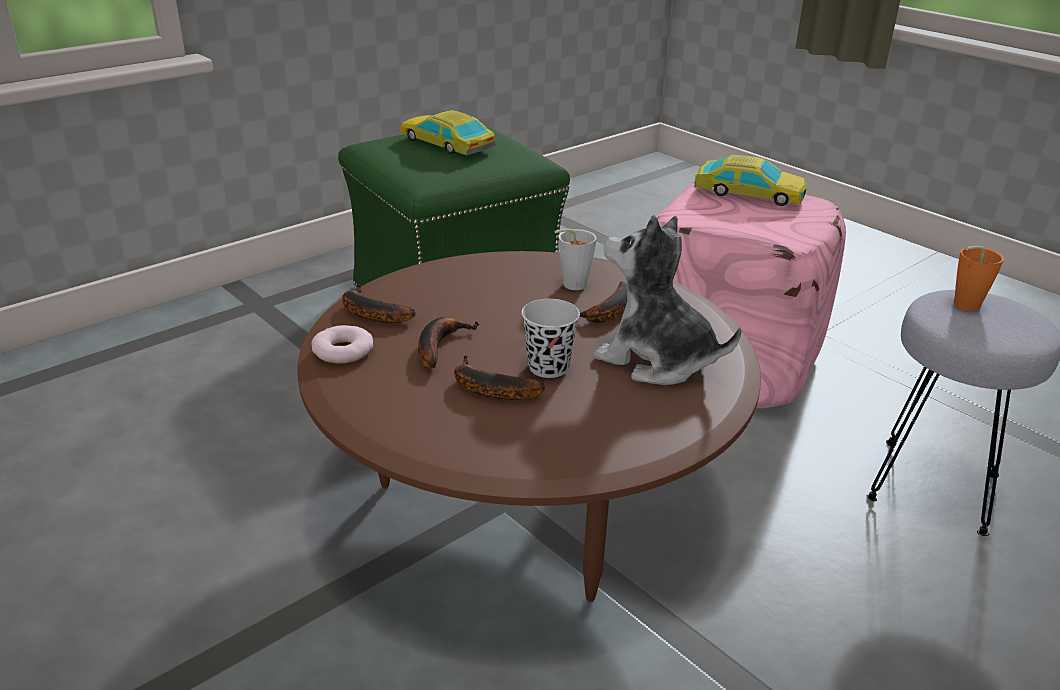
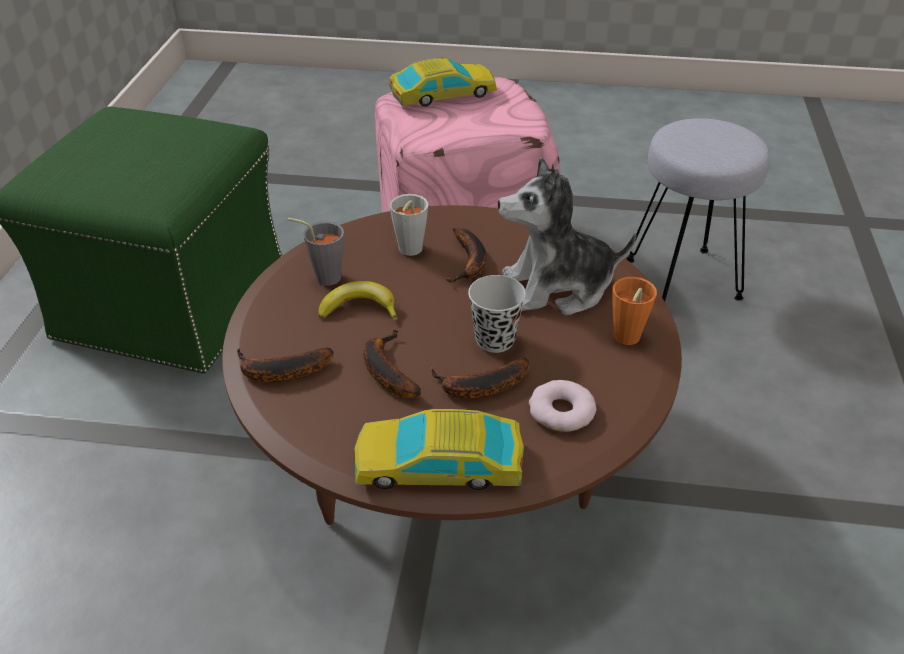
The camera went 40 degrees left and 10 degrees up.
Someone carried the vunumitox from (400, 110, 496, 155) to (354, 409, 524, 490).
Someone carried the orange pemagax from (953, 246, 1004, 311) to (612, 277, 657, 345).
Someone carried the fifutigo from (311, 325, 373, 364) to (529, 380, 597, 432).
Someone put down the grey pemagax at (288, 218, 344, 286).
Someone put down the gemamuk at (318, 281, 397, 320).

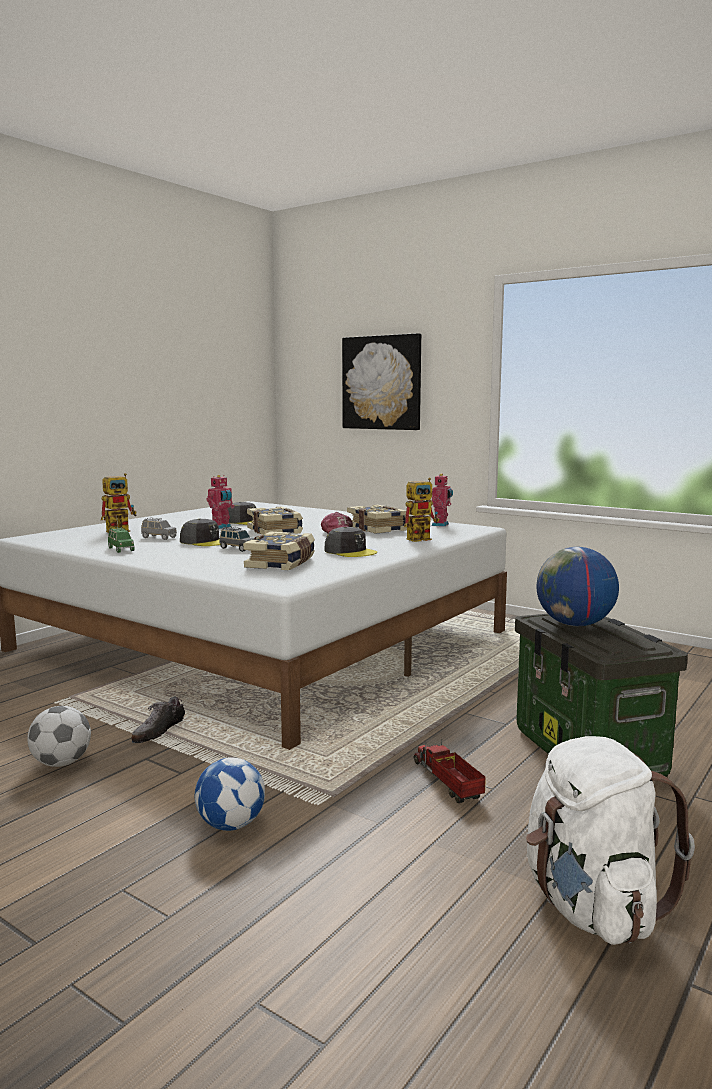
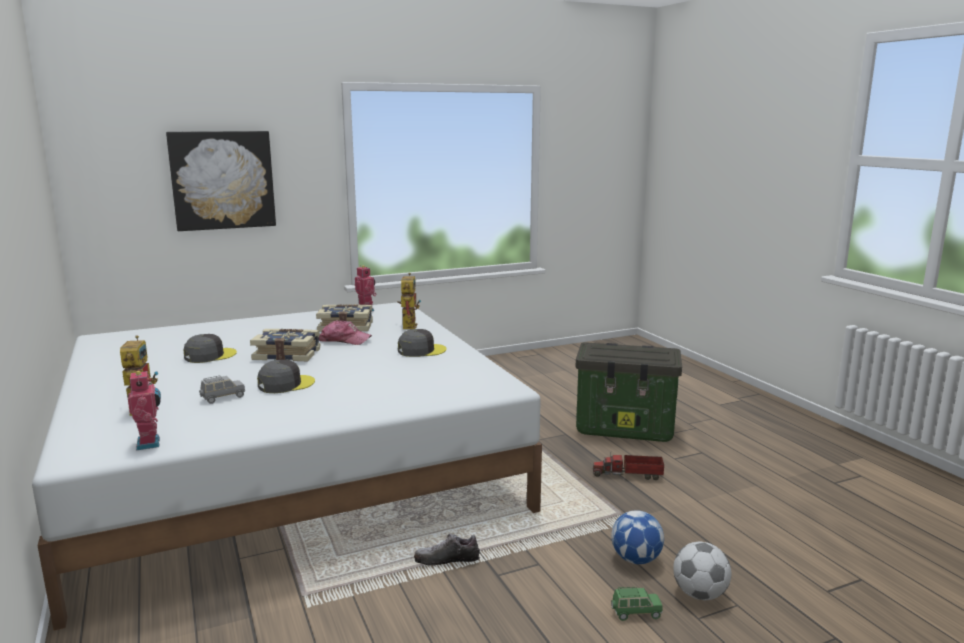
The camera went 60 degrees left and 5 degrees up.
Someone carried the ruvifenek from (207, 475, 234, 529) to (128, 369, 161, 451).
Someone carried the green vunumitox from (108, 527, 135, 553) to (611, 587, 663, 621).
Someone took away the grey vunumitox at (219, 527, 254, 552).
Someone took away the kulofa at (243, 532, 315, 570).
Someone took away the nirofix at (537, 547, 619, 626).
Someone rotated the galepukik at (131, 697, 185, 743) by 120 degrees clockwise.
Someone carried the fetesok from (27, 706, 91, 767) to (673, 542, 732, 600).
Someone took away the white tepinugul at (526, 736, 695, 945).

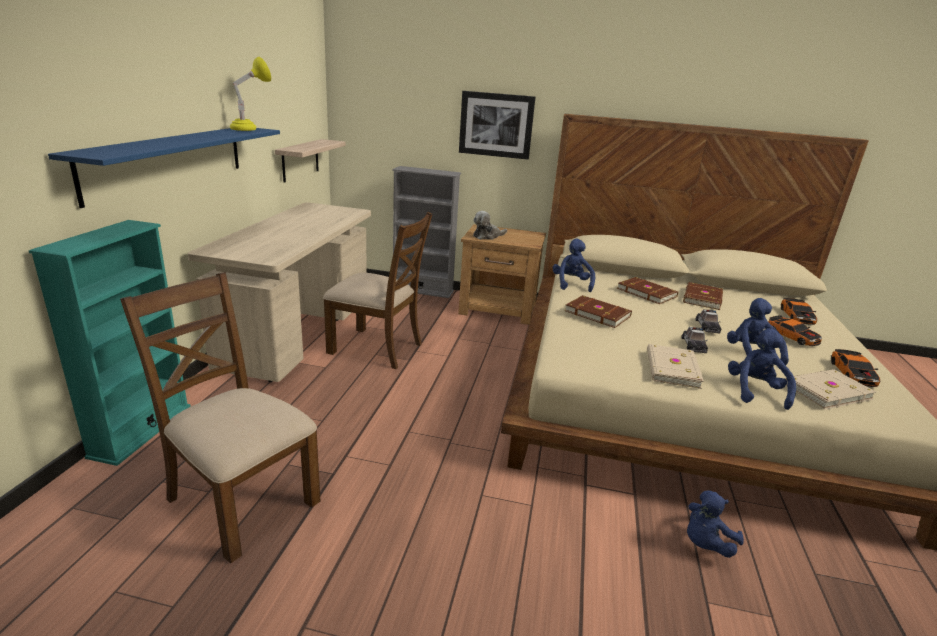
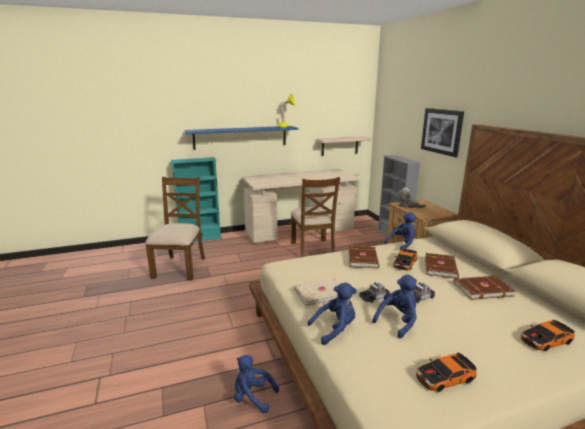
The camera went 60 degrees right and 5 degrees down.
Someone carried the vunumitox from (768, 316, 822, 346) to (393, 249, 417, 270).
Someone took away the beige kulofa at (785, 369, 876, 410).

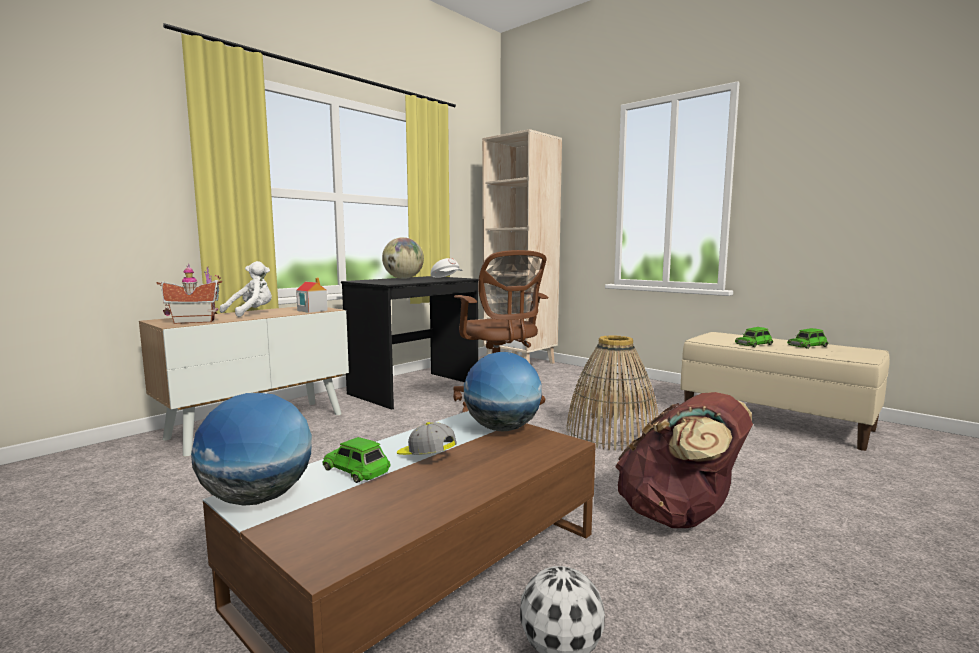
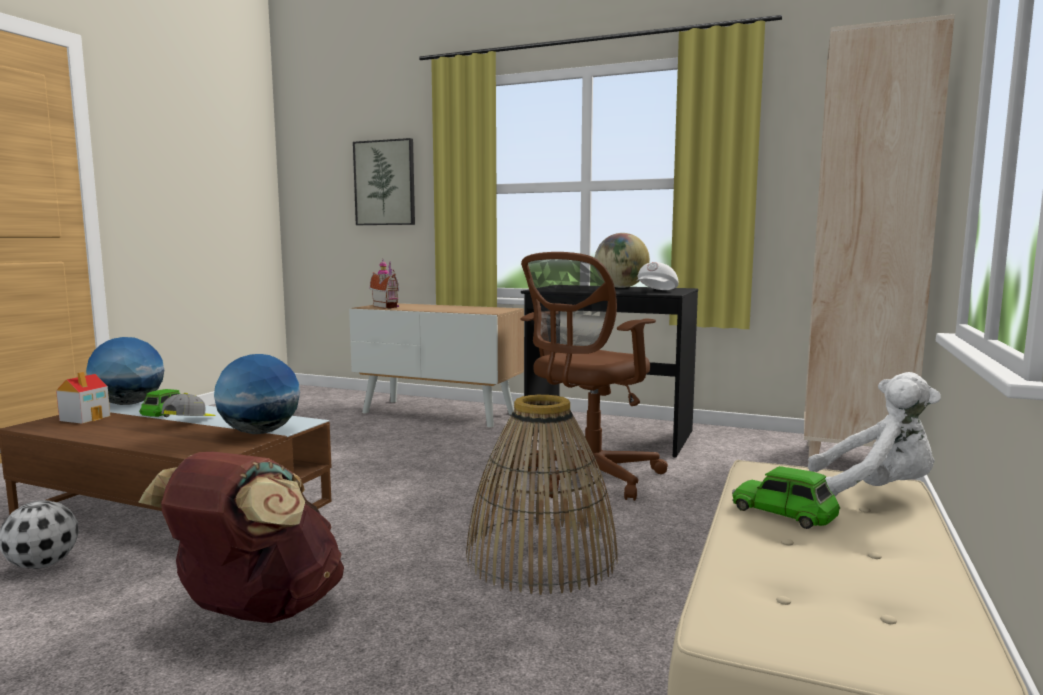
The camera went 70 degrees right and 0 degrees up.
Someone carried the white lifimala from (220, 261, 272, 317) to (808, 372, 941, 496).
Someone carried the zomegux from (296, 278, 328, 313) to (56, 371, 110, 424).
Someone took away the green vunumitox at (787, 328, 828, 349).
Someone put up the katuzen at (353, 138, 415, 225).

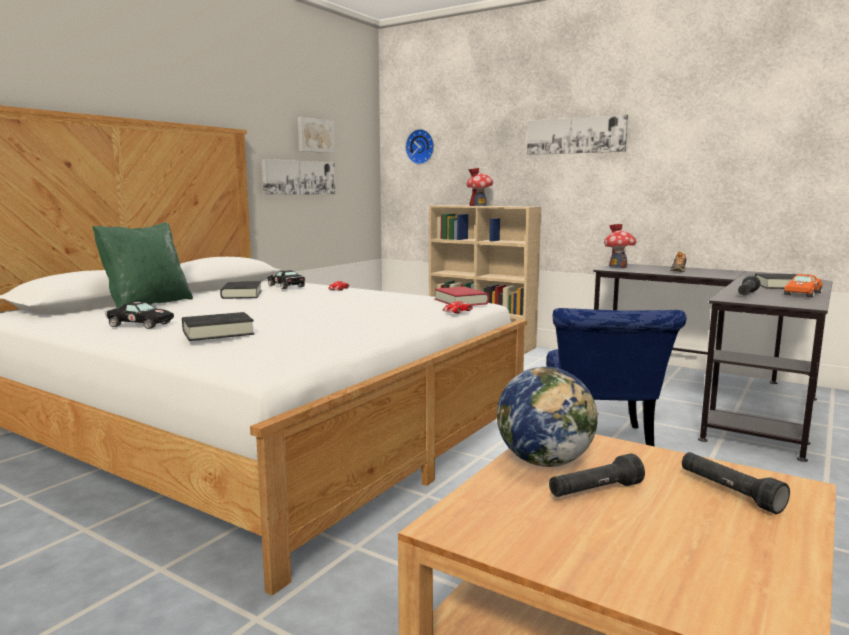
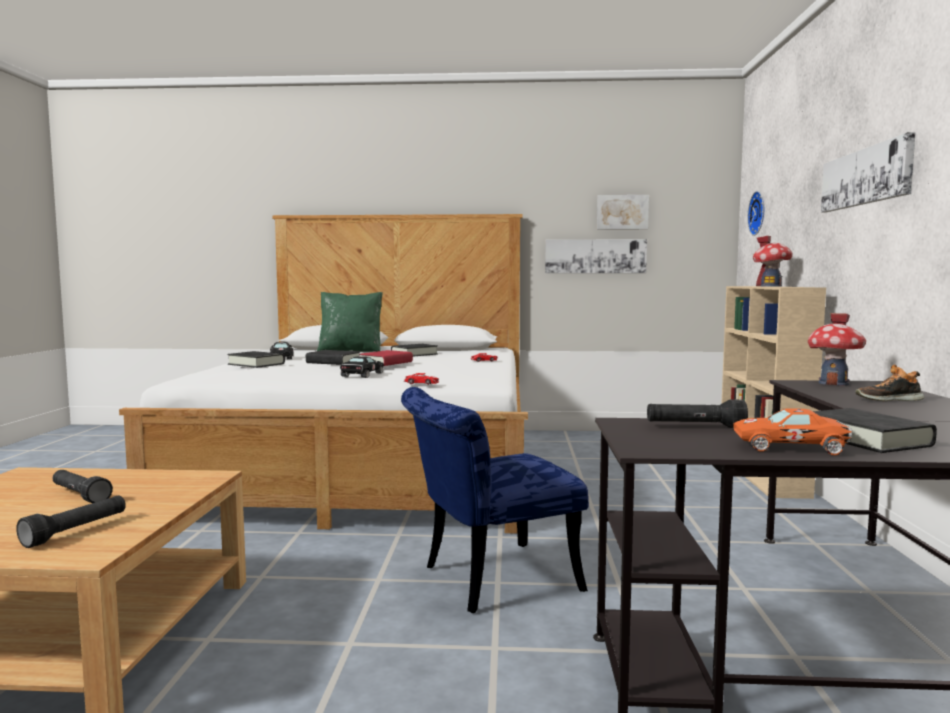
The camera went 60 degrees right and 5 degrees down.
Someone carried the black vunumitox from (267, 270, 305, 289) to (340, 356, 384, 378).
Someone carried the red kulofa from (435, 287, 489, 306) to (359, 350, 413, 366).
Someone took away the nirofix at (497, 367, 599, 467).
Someone put down the black kulofa at (306, 350, 360, 365).

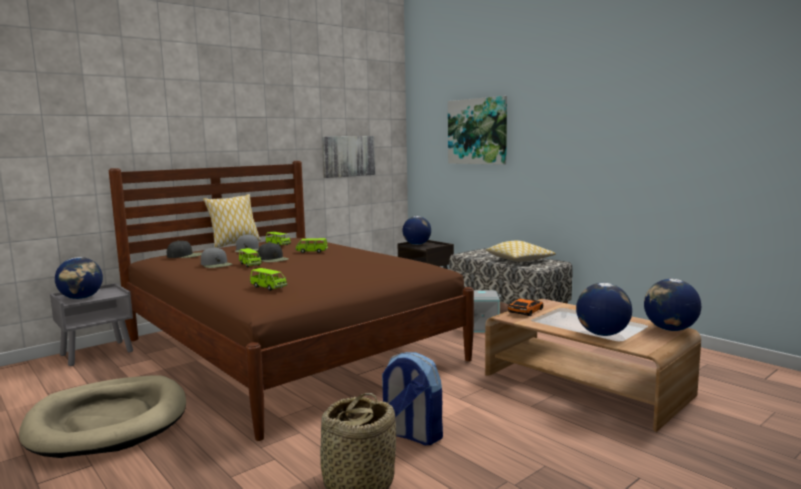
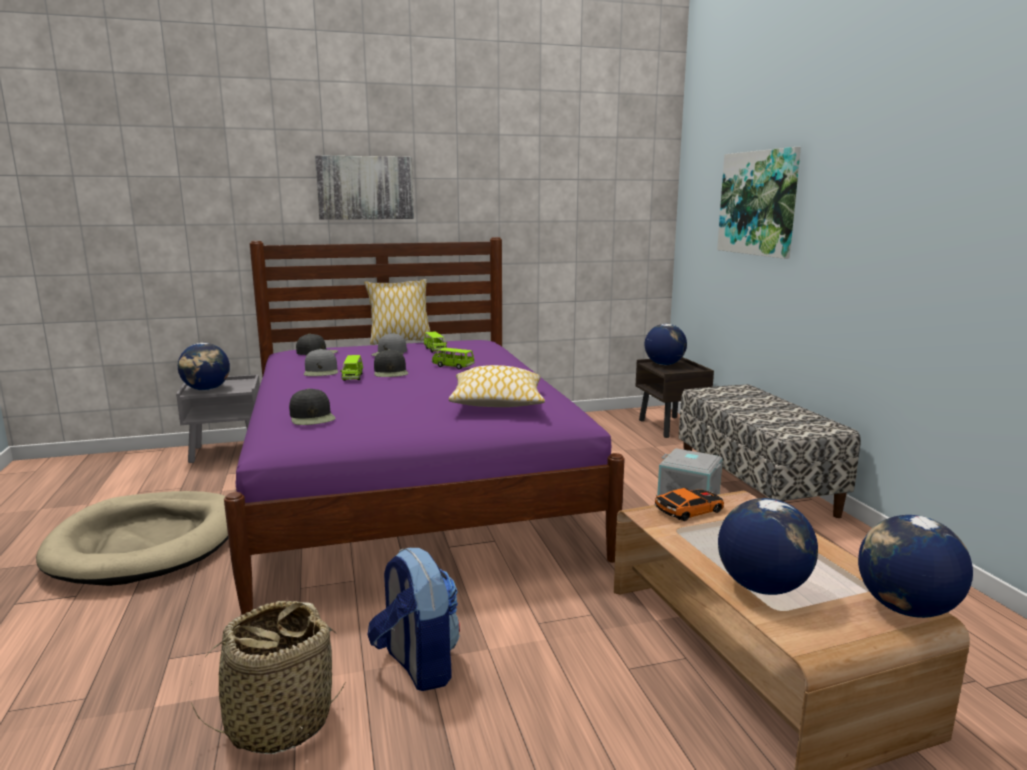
The camera went 25 degrees right and 5 degrees up.
Someone carried the katuzen from (322, 136, 375, 178) to (315, 155, 414, 220).
Someone repainted the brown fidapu at (109, 161, 474, 441), which became the purple fidapu at (224, 237, 625, 615).
Someone carried the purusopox from (486, 241, 556, 262) to (449, 365, 545, 407).
Someone swapped the green vunumitox at (250, 268, 287, 291) for the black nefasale at (289, 388, 336, 425).

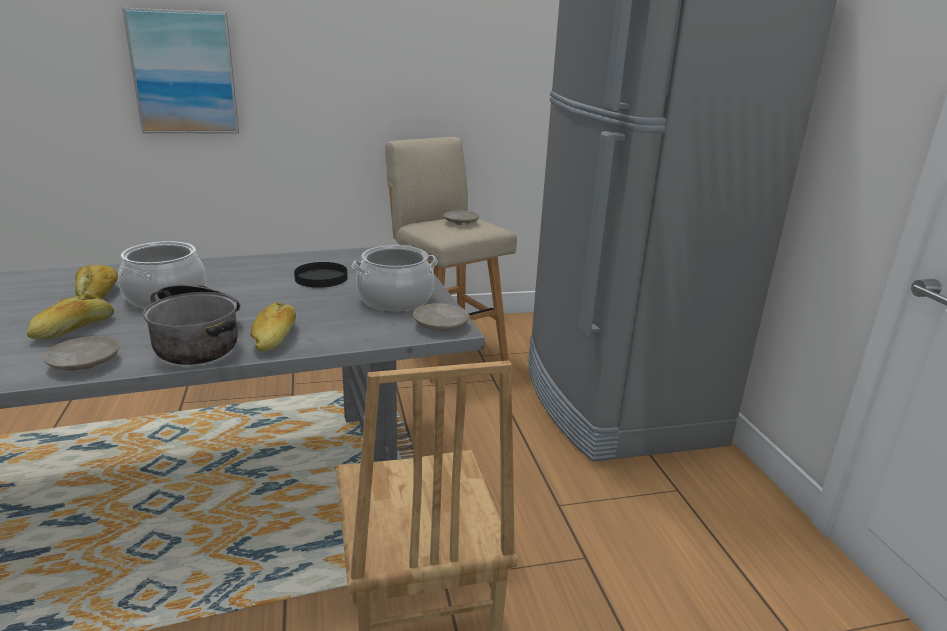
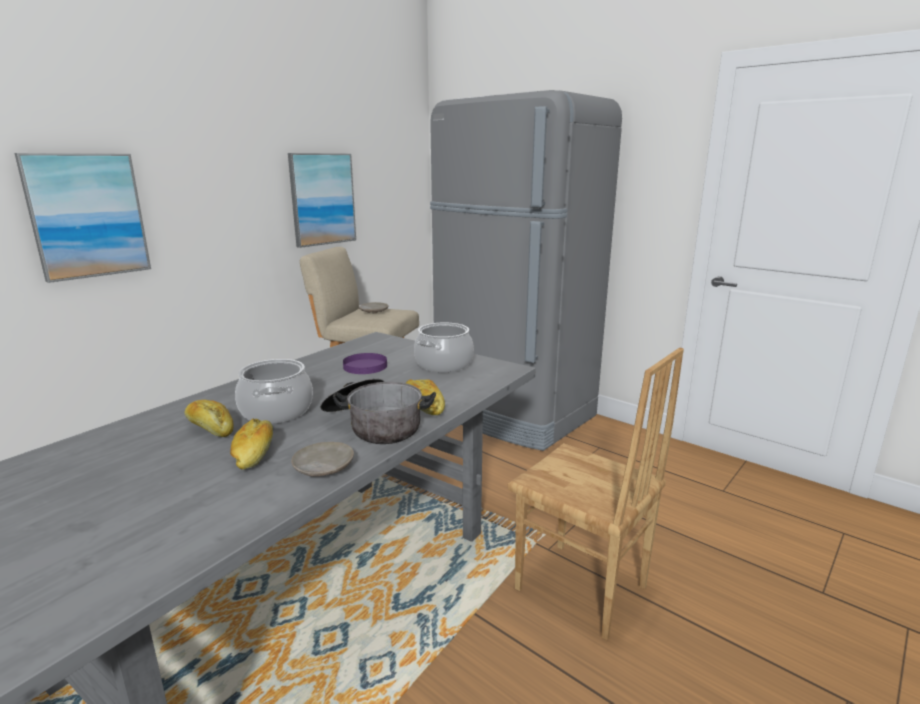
The camera went 35 degrees left and 5 degrees down.
Someone repainted the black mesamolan at (294, 262, 348, 288), which became the purple mesamolan at (343, 353, 387, 374).
Someone took away the beige mesamolan at (413, 303, 470, 331).
Someone put up the katuzen at (288, 153, 356, 248).

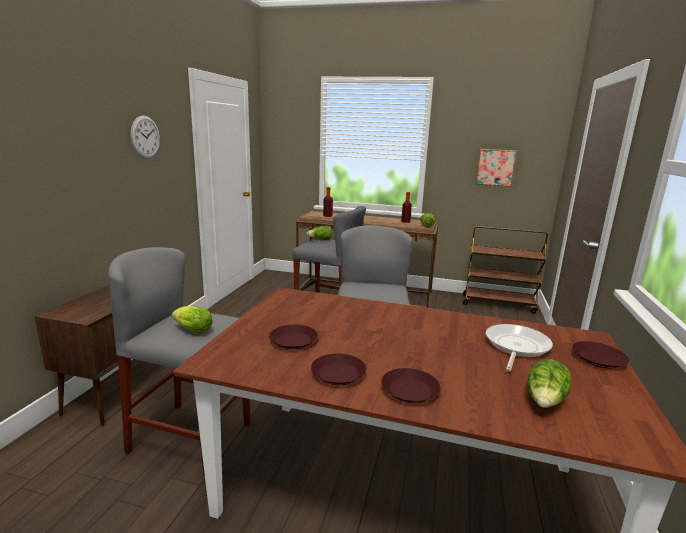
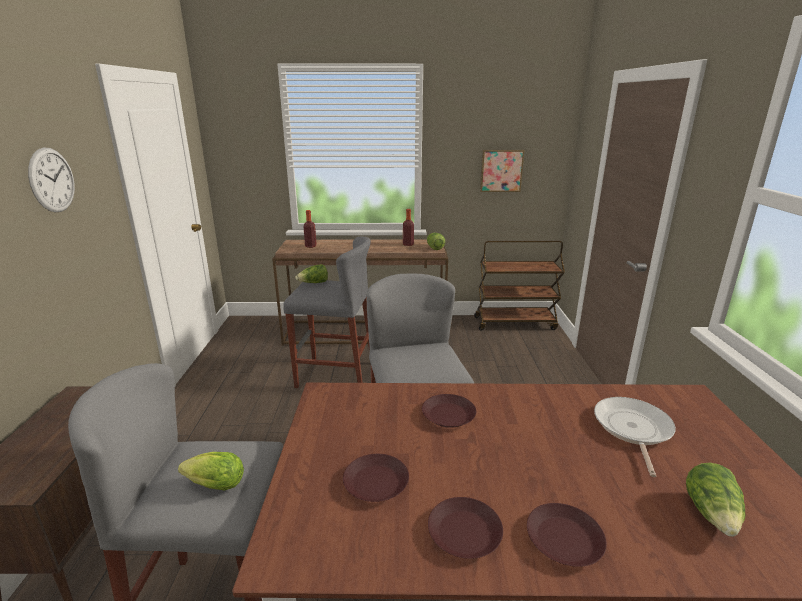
The camera went 15 degrees left and 5 degrees up.
Someone carried the brown mesamolan from (572, 341, 629, 368) to (422, 394, 476, 428).

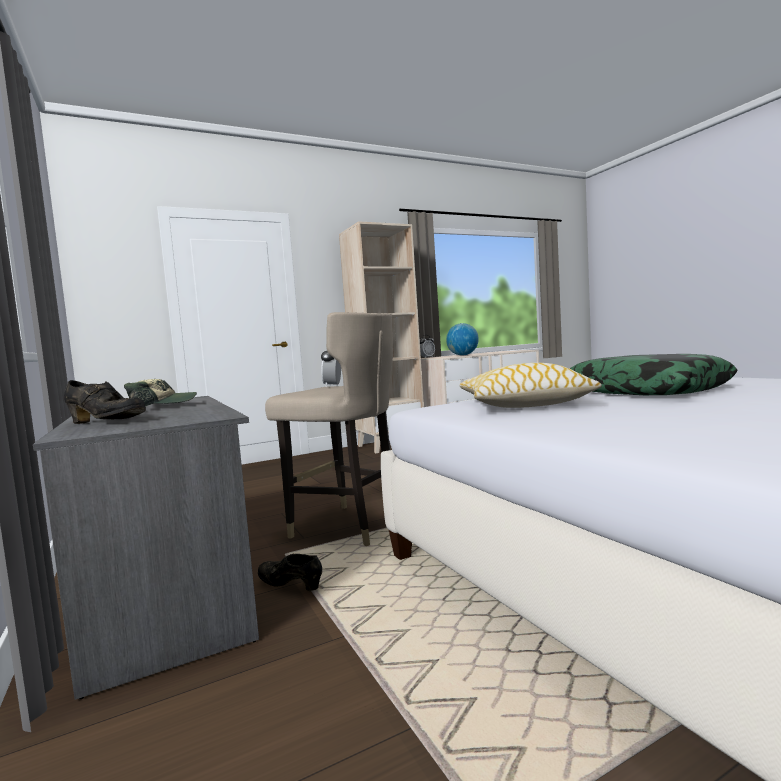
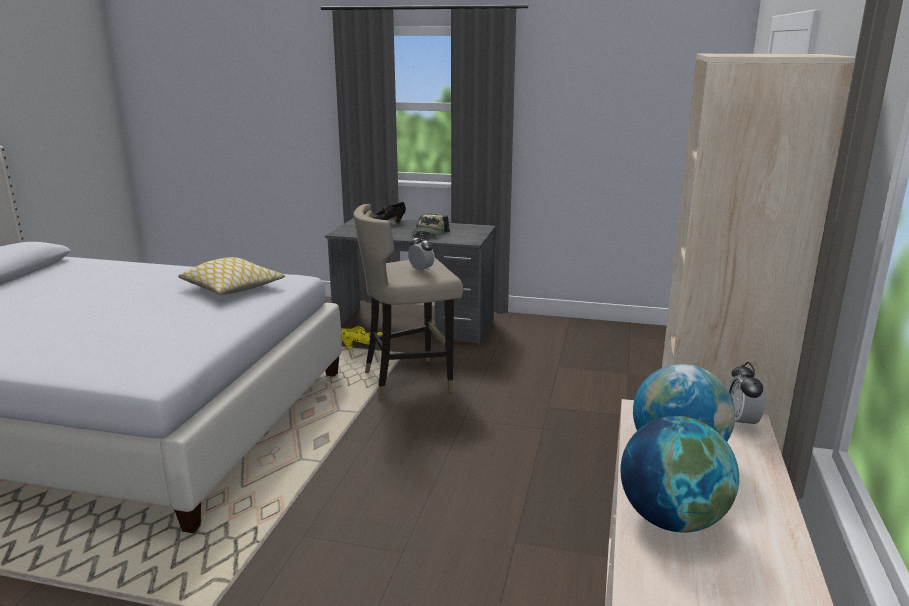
The camera went 130 degrees right and 15 degrees up.
Someone took away the purusopox at (570, 354, 737, 395).
Someone repainted the black galepukik at (258, 554, 322, 592), which became the yellow galepukik at (341, 326, 383, 349).
Someone put down the nirofix at (620, 416, 739, 533).

